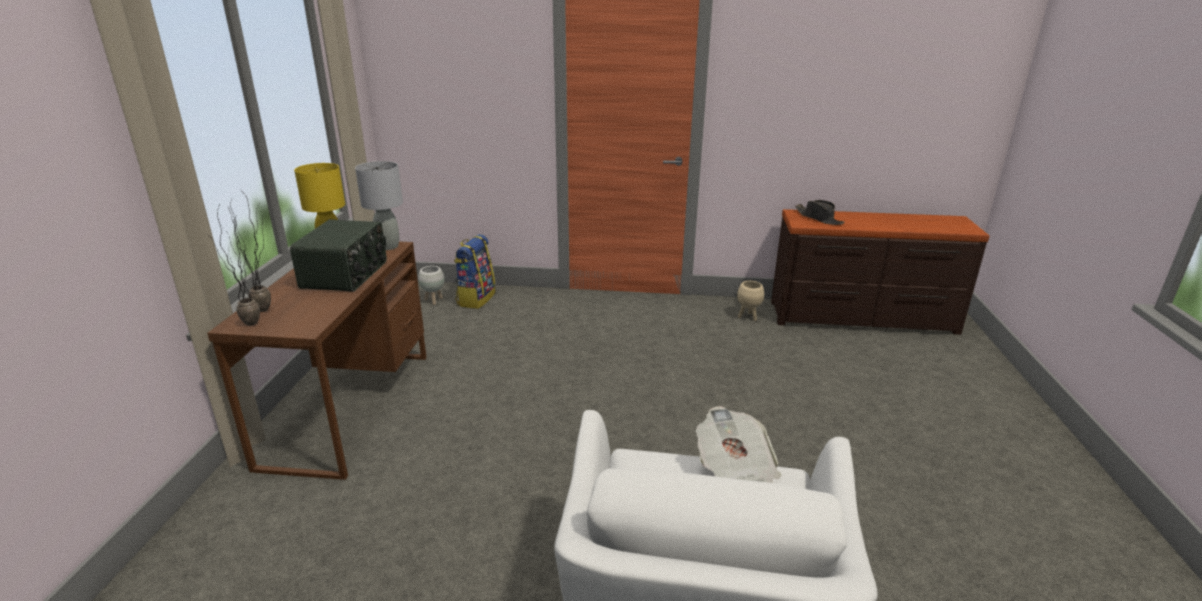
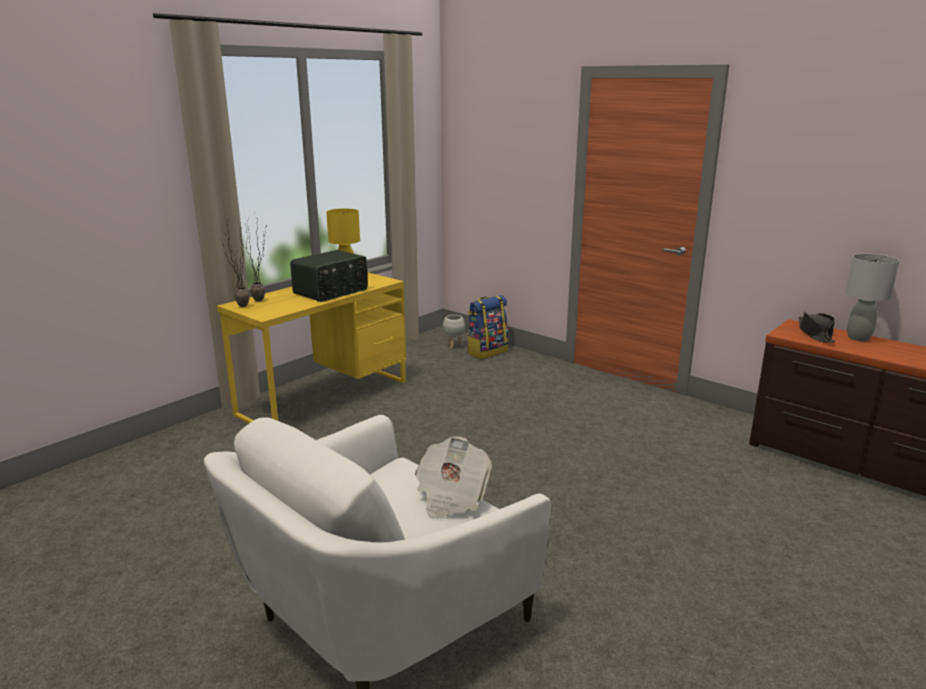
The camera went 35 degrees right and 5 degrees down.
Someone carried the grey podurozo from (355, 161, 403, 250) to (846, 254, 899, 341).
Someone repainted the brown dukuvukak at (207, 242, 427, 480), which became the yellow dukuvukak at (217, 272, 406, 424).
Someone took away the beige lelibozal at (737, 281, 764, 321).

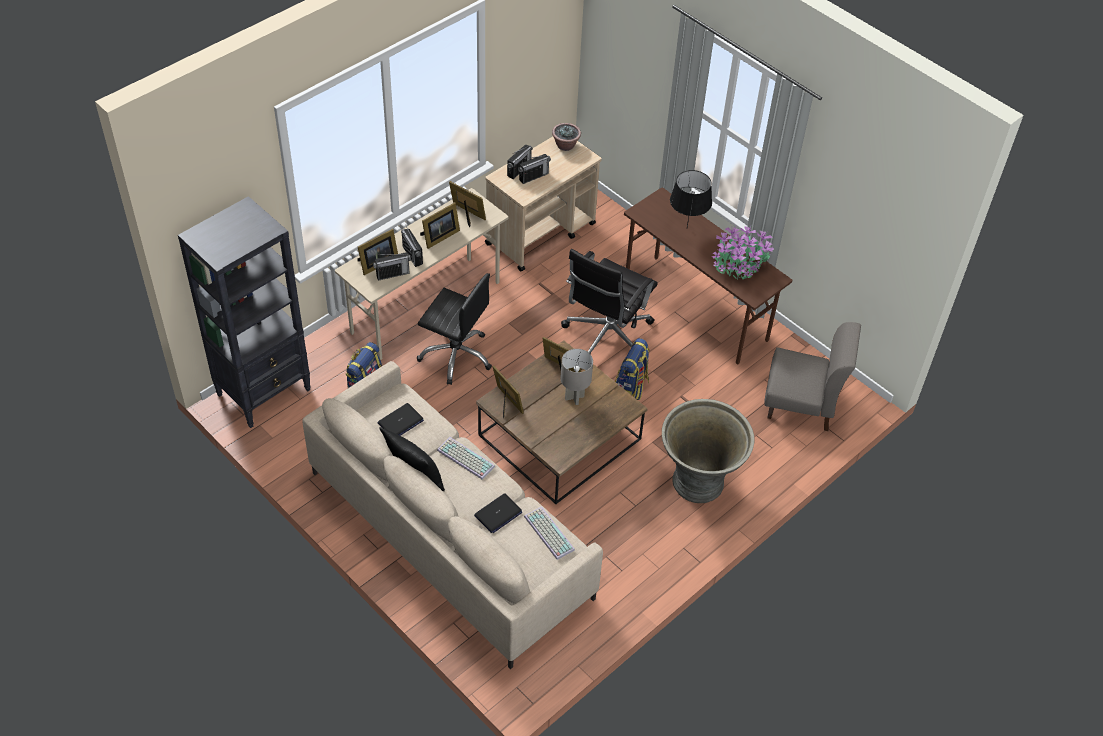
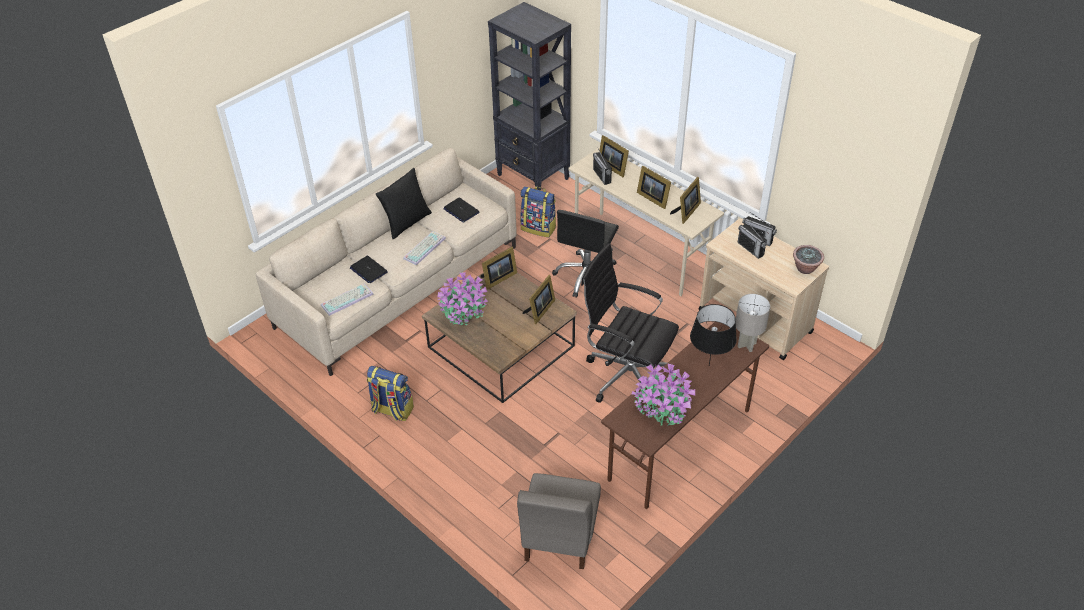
The camera went 90 degrees right and 5 degrees down.
Someone took away the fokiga at (401, 224, 423, 267).
Someone carried the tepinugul from (615, 338, 650, 400) to (367, 366, 414, 421).
Someone carried the grey podurozo from (561, 349, 593, 405) to (736, 294, 770, 352).
Someone took away the grey lelibozal at (662, 399, 755, 503).
Someone put down the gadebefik at (437, 272, 488, 326).

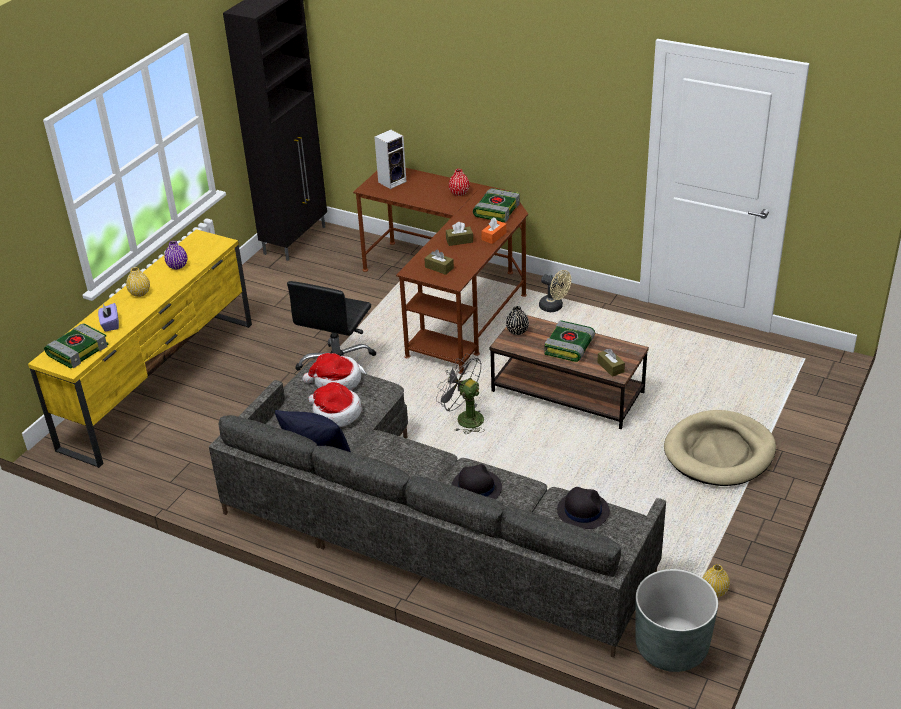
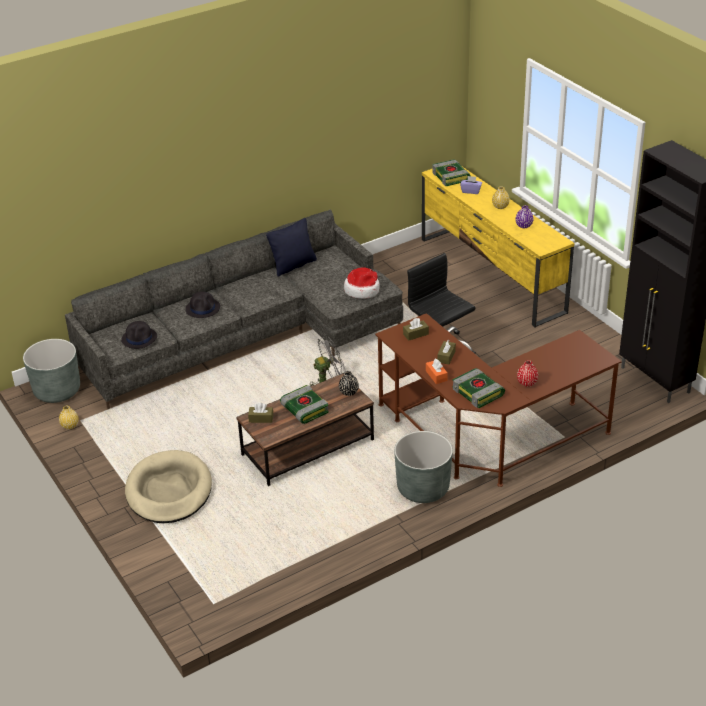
The camera went 120 degrees right and 0 degrees up.
Someone took away the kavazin at (374, 130, 406, 189).
Someone swapped the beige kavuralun at (539, 270, 571, 312) for the grey lelibozal at (394, 431, 453, 503).
Someone took away the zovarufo at (309, 382, 362, 427).

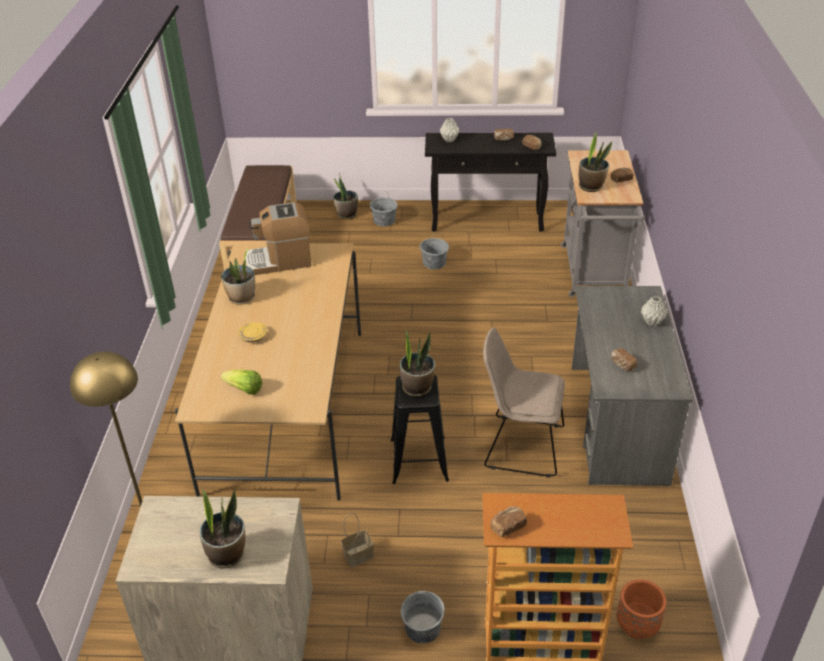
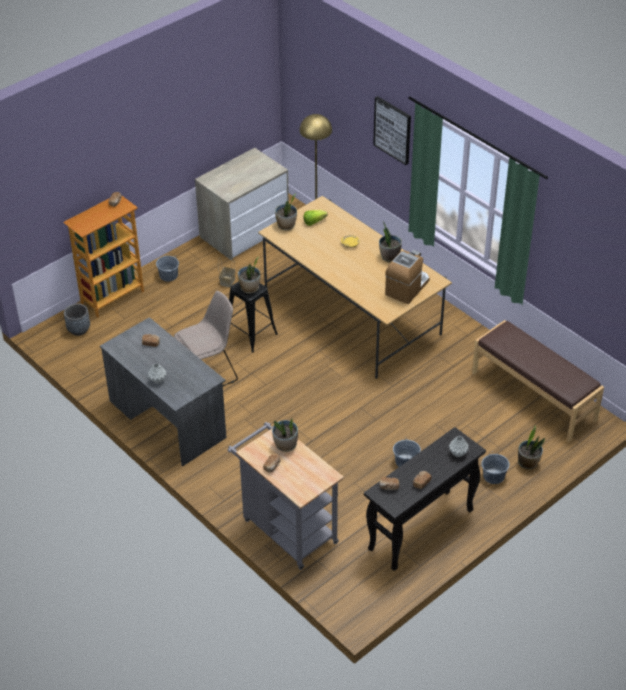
The camera went 135 degrees right and 5 degrees up.
Someone carried the gadebefik from (199, 488, 246, 568) to (275, 193, 297, 230).
Someone repainted the orange lelibozal at (617, 579, 667, 639), which became the grey lelibozal at (64, 304, 90, 336).
Someone put up the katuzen at (373, 96, 411, 165).

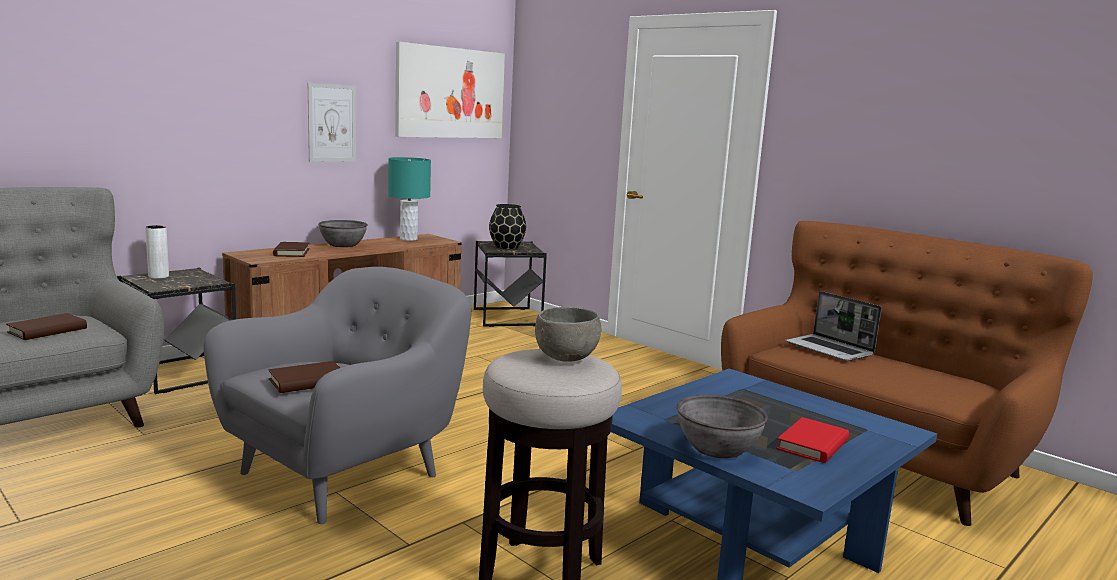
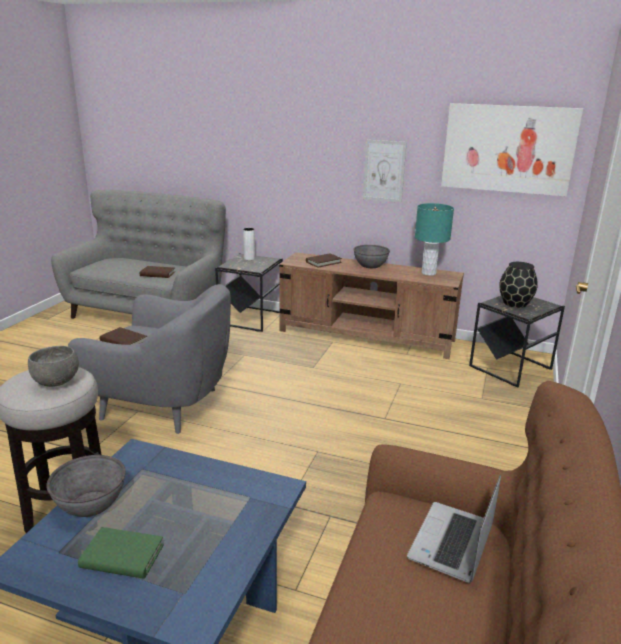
The camera went 65 degrees right and 10 degrees up.
Someone repainted the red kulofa at (776, 417, 849, 463), which became the green kulofa at (78, 527, 164, 579).

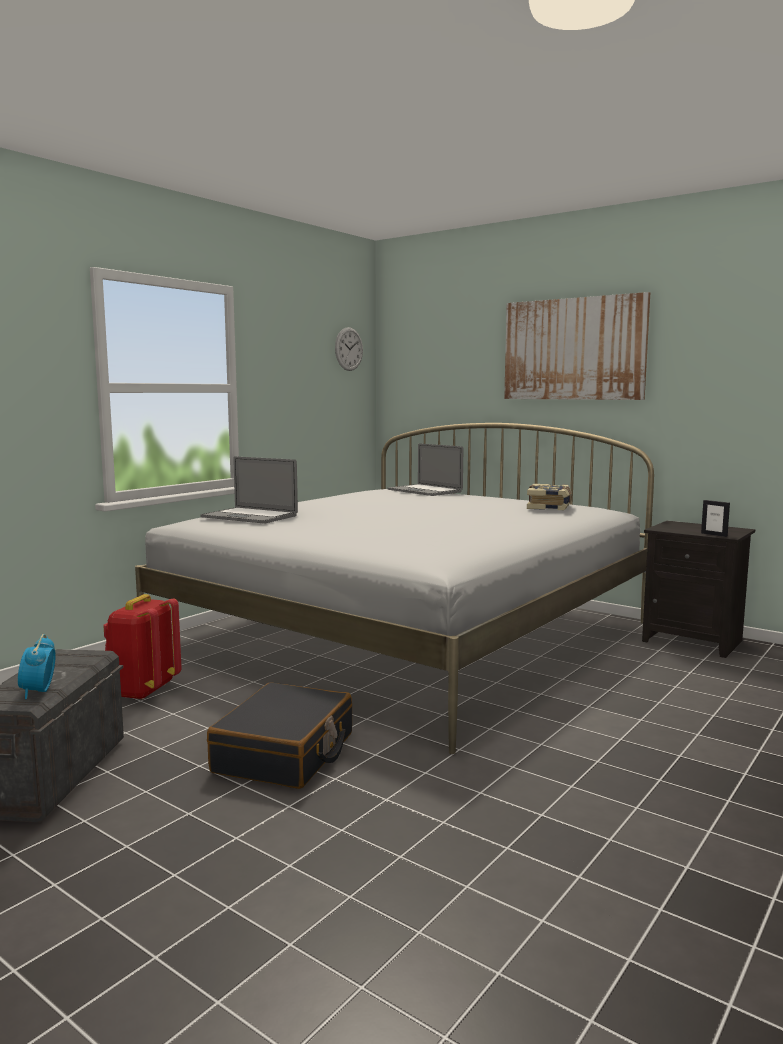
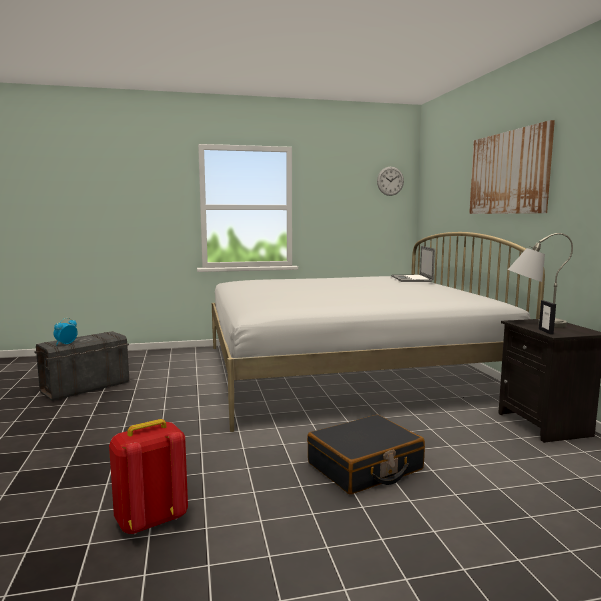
The camera went 40 degrees right and 0 degrees up.
Someone took away the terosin at (200, 456, 298, 524).
Someone took away the kulofa at (527, 484, 572, 510).
Someone carried the red tepinugul from (103, 594, 182, 700) to (109, 419, 188, 534).
Someone carried the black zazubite from (207, 682, 352, 789) to (307, 414, 425, 494).
Someone put down the grey podurozo at (508, 233, 573, 328).

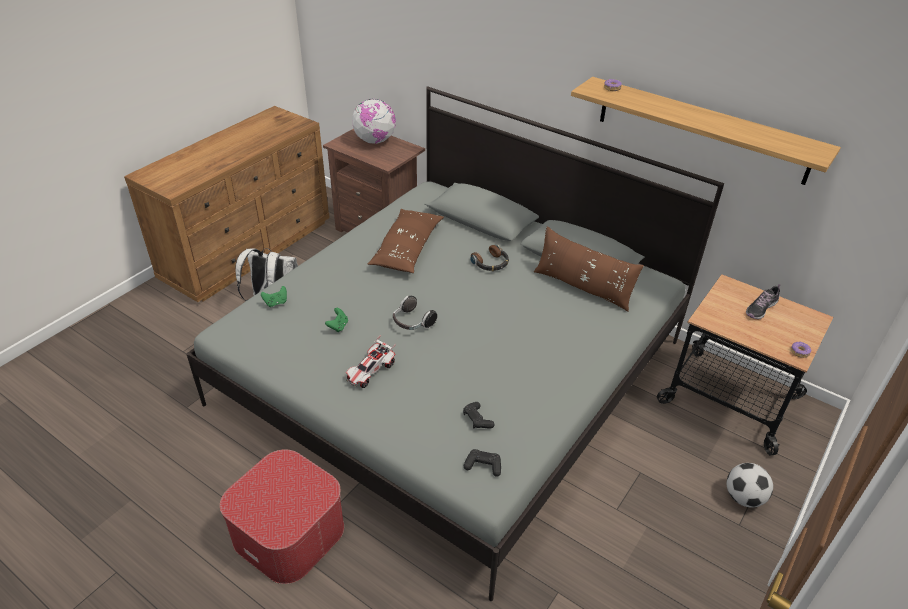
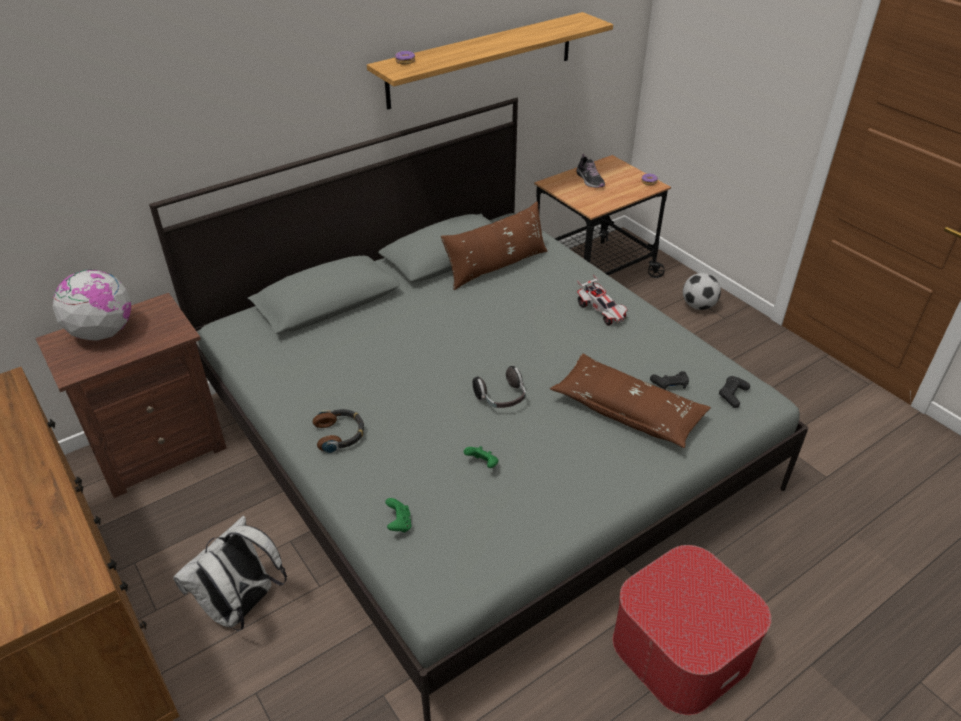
The camera went 70 degrees left and 0 degrees up.
Someone carried the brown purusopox from (368, 209, 444, 273) to (550, 354, 711, 448).
Someone carried the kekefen from (470, 245, 509, 271) to (313, 409, 364, 453).
Someone carried the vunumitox from (346, 335, 396, 388) to (577, 274, 628, 325).

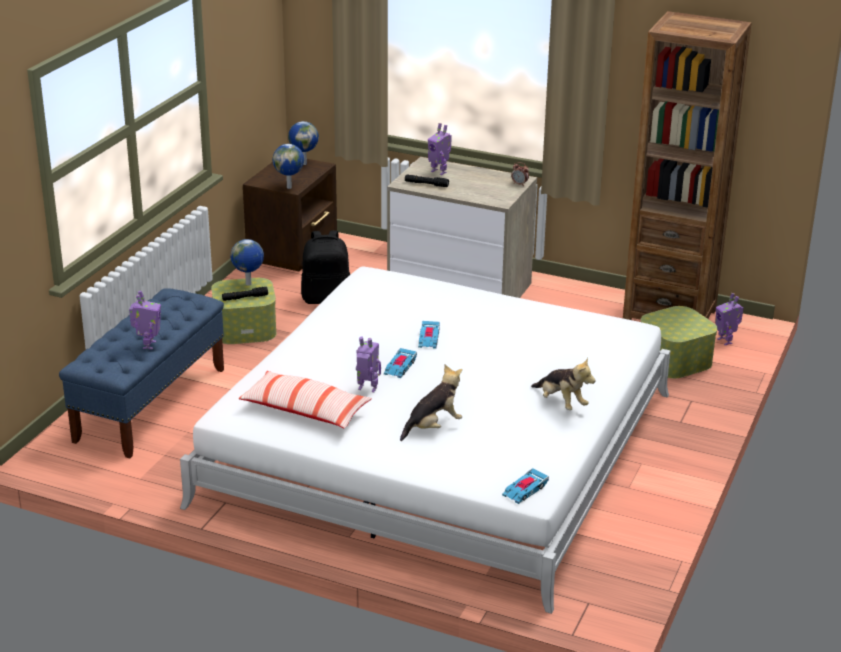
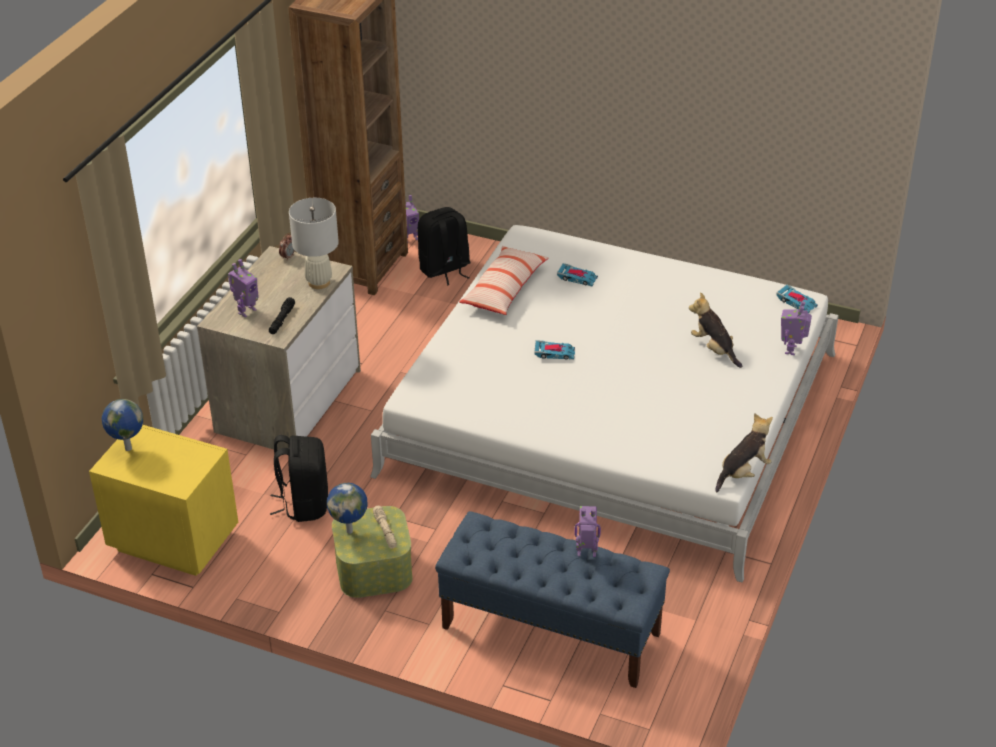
The camera went 90 degrees left and 10 degrees up.
Someone took away the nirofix at (273, 144, 304, 189).
Someone repainted the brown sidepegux at (243, 159, 337, 272), which became the yellow sidepegux at (89, 425, 238, 576).
Someone repainted the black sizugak at (222, 287, 268, 301), which became the beige sizugak at (373, 506, 397, 548).
Someone swapped the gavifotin at (641, 306, 718, 379) for the black tepinugul at (418, 207, 471, 285).
Someone carried the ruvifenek from (356, 336, 381, 392) to (781, 301, 812, 355).
Someone carried the vunumitox from (384, 348, 417, 378) to (557, 263, 598, 286).
Someone carried the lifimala from (531, 358, 596, 410) to (715, 413, 773, 492).
Someone carried the purusopox from (239, 371, 372, 428) to (459, 246, 548, 315).
Someone put down the white podurozo at (289, 198, 339, 289).

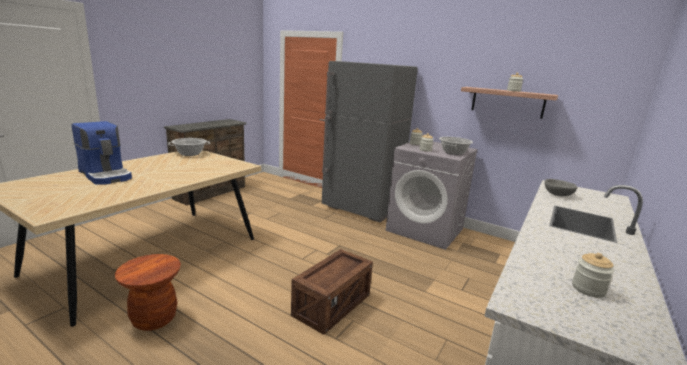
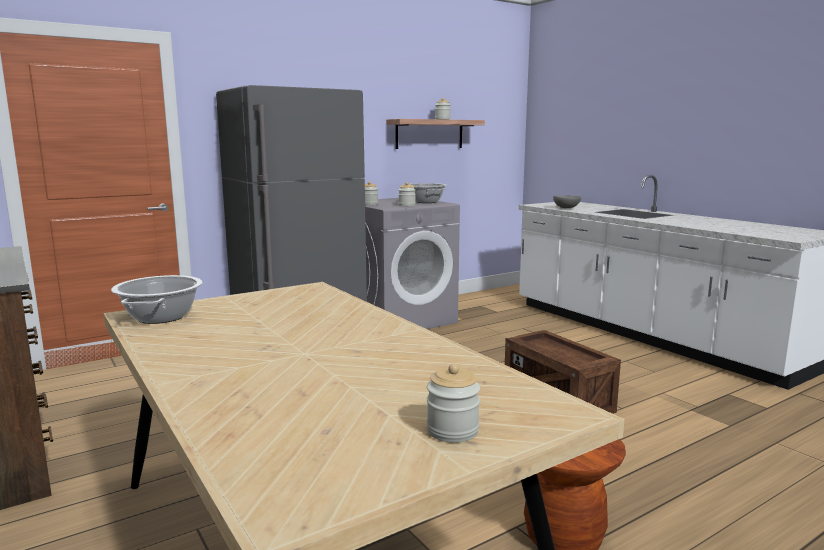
The camera went 65 degrees left and 5 degrees down.
Someone took away the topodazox at (71, 121, 132, 185).
Someone carried the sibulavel from (572, 253, 614, 298) to (427, 363, 480, 443).

